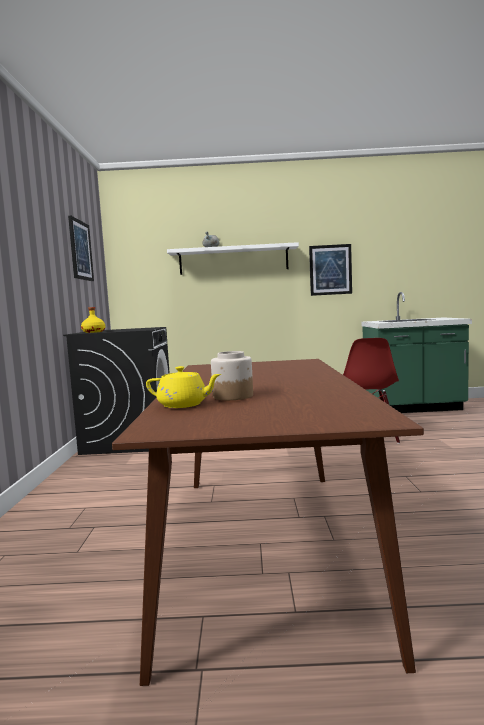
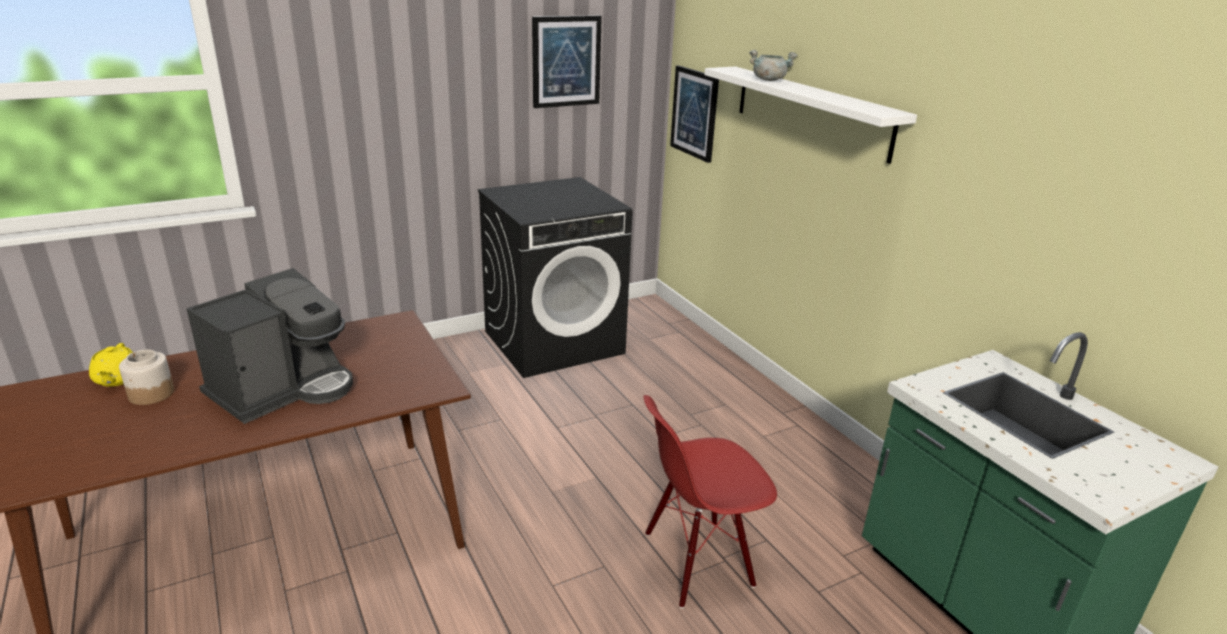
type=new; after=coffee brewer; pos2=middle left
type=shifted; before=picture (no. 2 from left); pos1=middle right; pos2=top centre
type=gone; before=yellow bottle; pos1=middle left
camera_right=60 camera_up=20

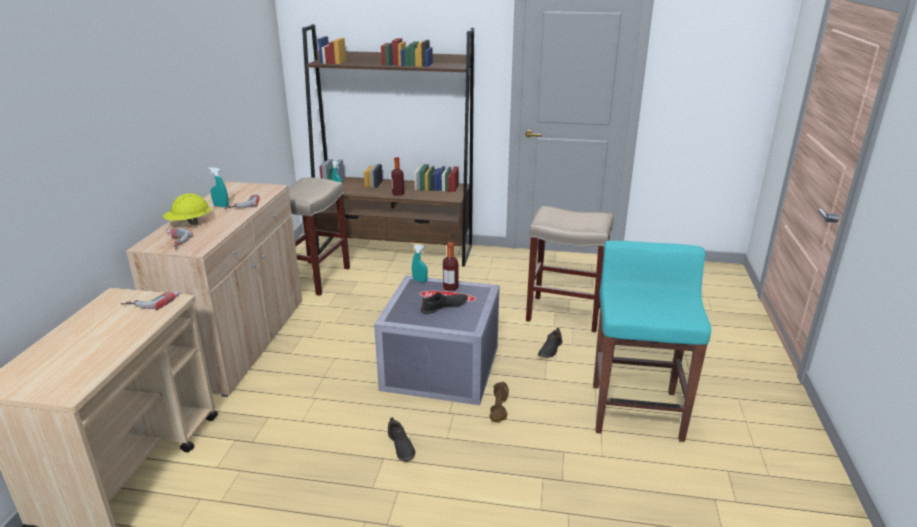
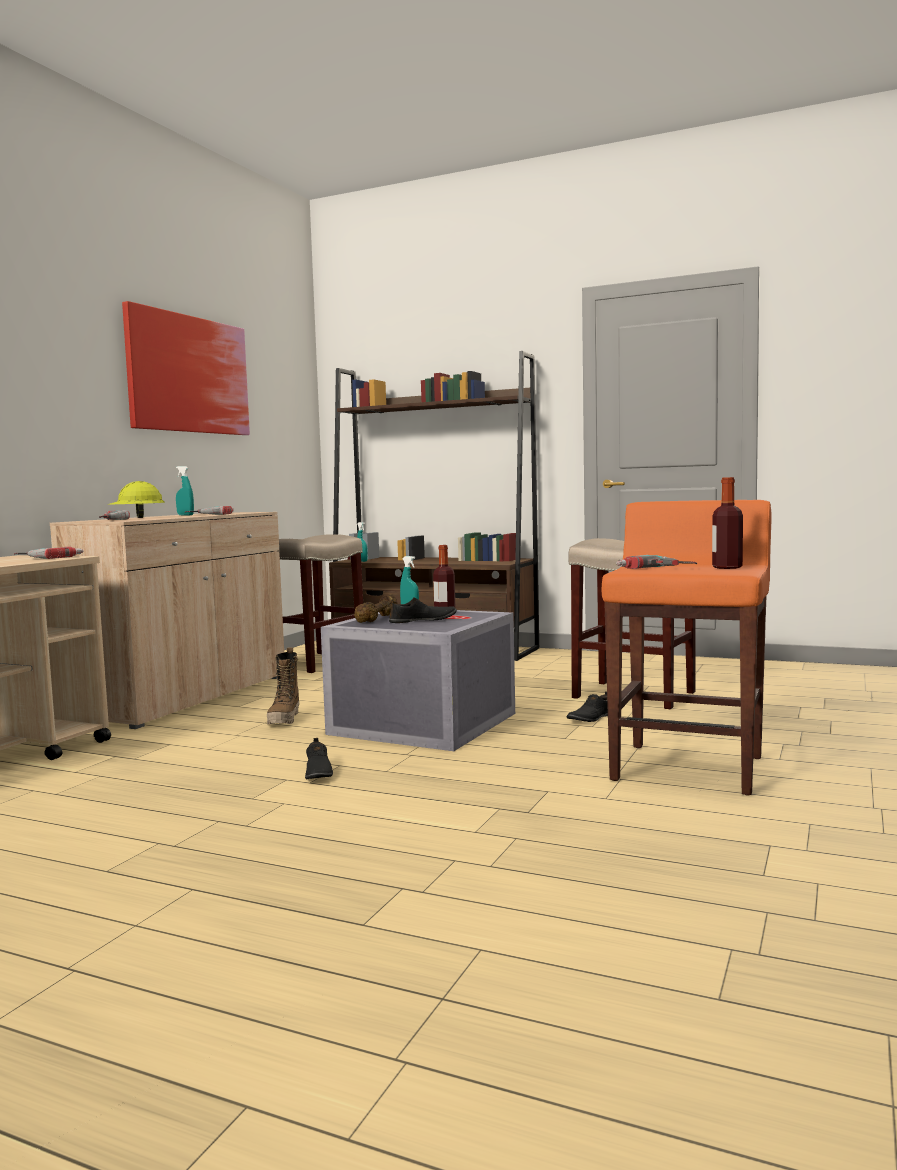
type=new; after=picture; pos2=top left
type=new; after=boot; pos2=middle left
type=shifted; before=brown dumbbell; pos1=bottom centre; pos2=centre
type=repainted; before=turquoise sitting stool; after=orange sitting stool; pos1=middle right; pos2=middle right
type=new; after=drill (no. 4 from left); pos2=middle right
type=shifted; before=bottle (no. 1 from left in the first image); after=bottle (no. 2 from left); pos1=centre; pos2=middle right
camera_right=15 camera_up=-20

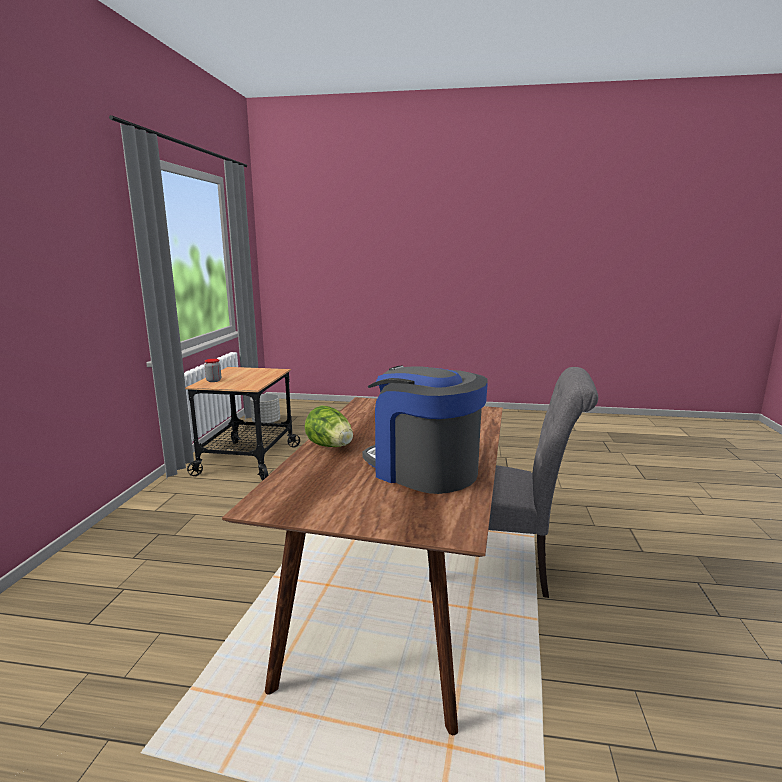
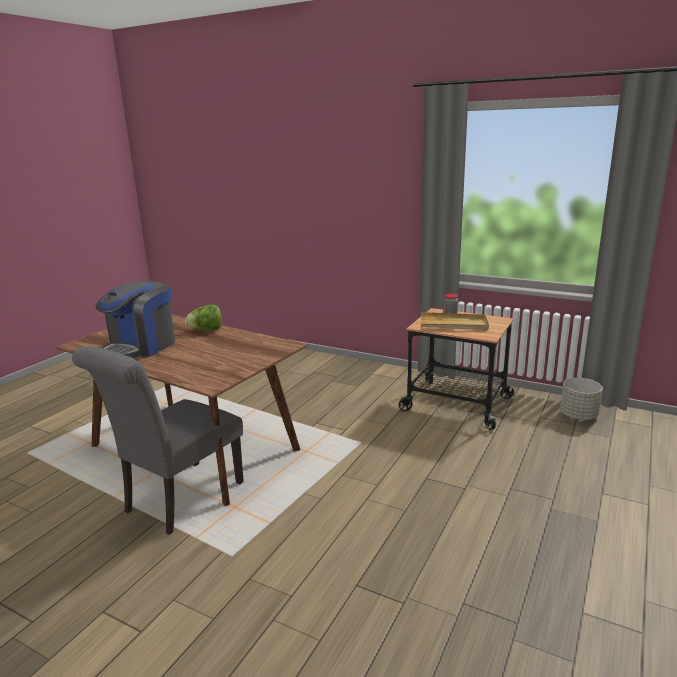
type=rotated; before=coffee brewer; pos1=centre; pos2=middle left; turn=150
type=new; after=beige-coloured serving tray; pos2=middle right
camera_right=110 camera_up=5

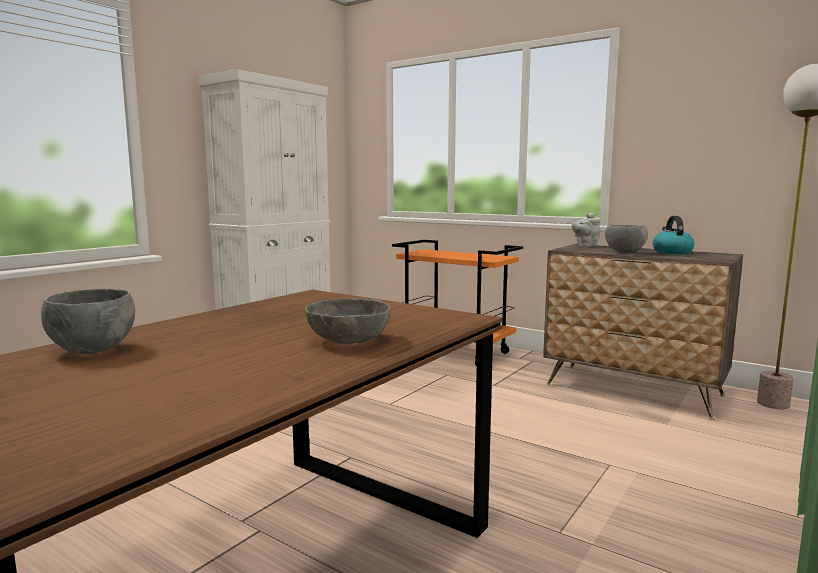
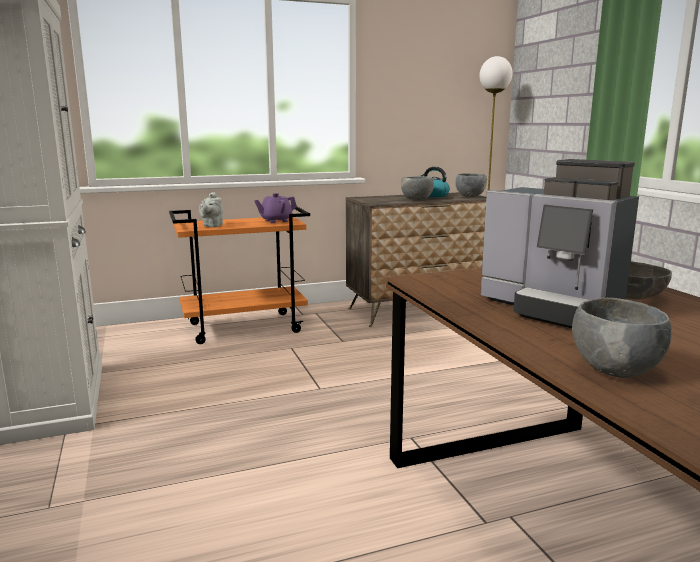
type=shifted; before=greyish pot for tea; pos1=middle right; pos2=middle left
type=new; after=purplish pot for tea; pos2=centre
type=new; after=greyish serving bowl (no. 2 from left); pos2=top right
type=new; after=coffee brewer; pos2=middle right
camera_right=-55 camera_up=5

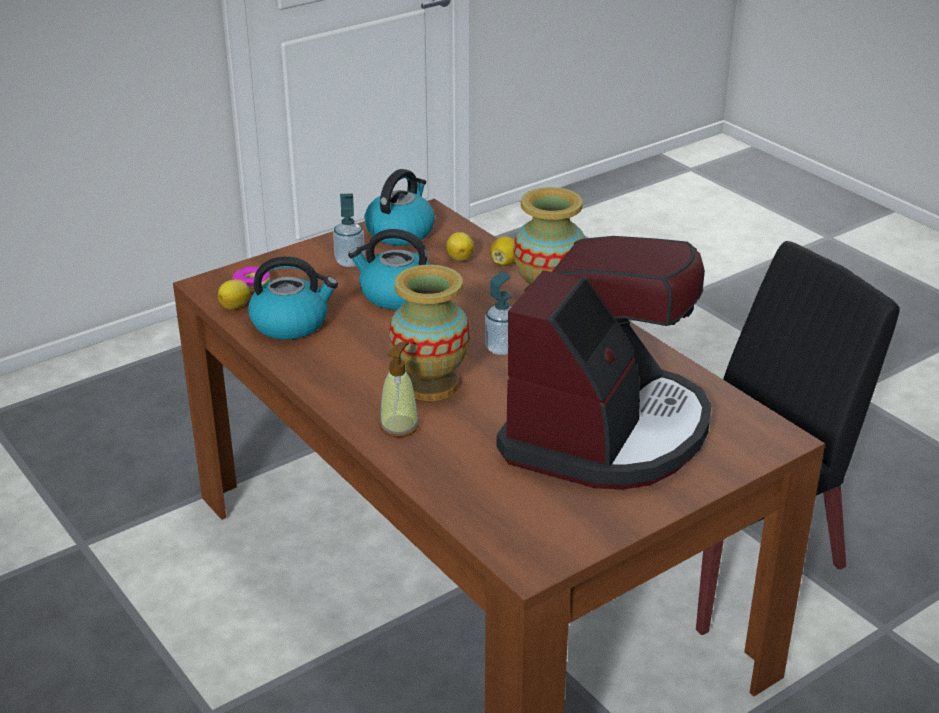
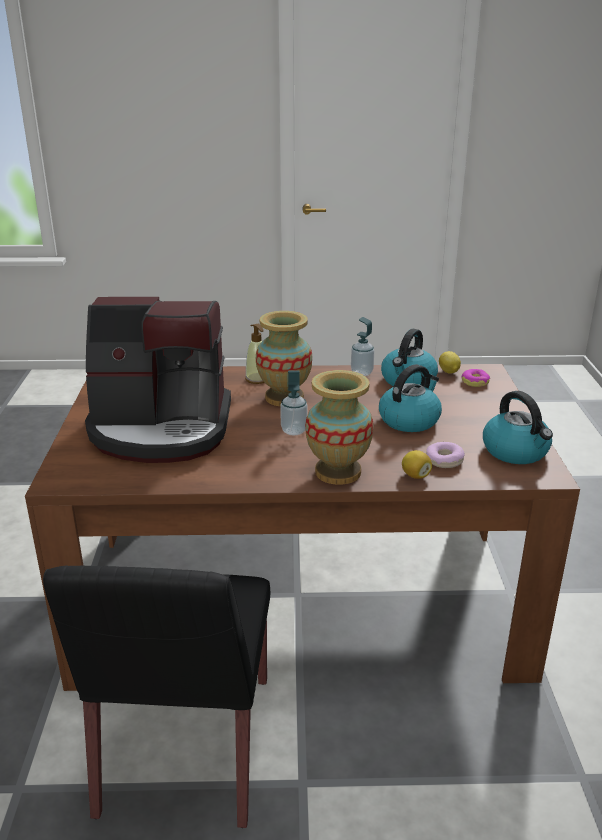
type=rotated; before=coffee brewer; pos1=centre; pos2=middle left; turn=-60
type=shifted; before=soap dispenser (no. 1 from left in the first image); after=soap dispenser (no. 3 from left); pos1=top centre; pos2=centre
type=swapped; before=citrus fruit (no. 2 from left); after=donut (no. 1 from left); pos1=centre; pos2=middle right
camera_right=125 camera_up=-5

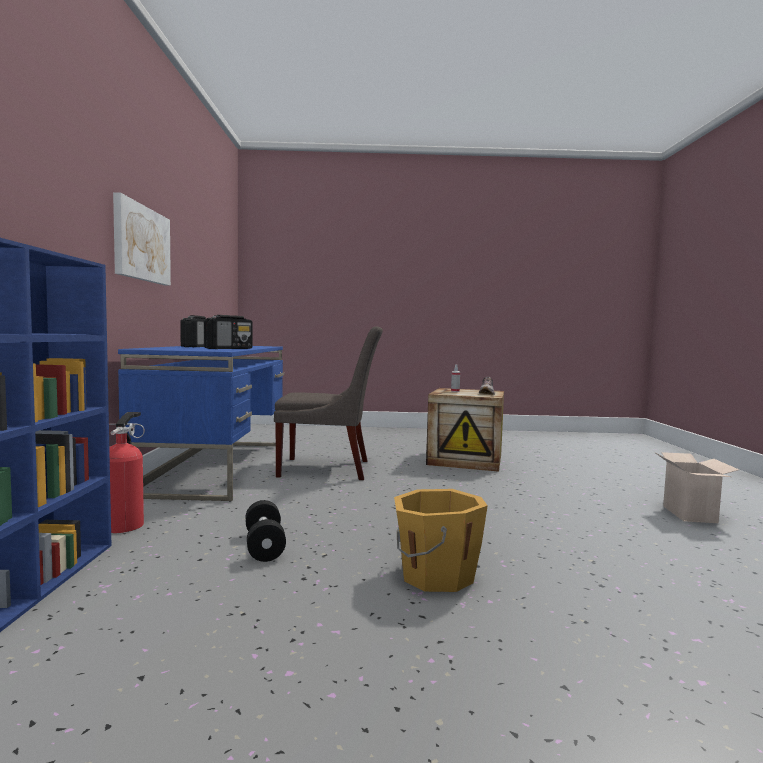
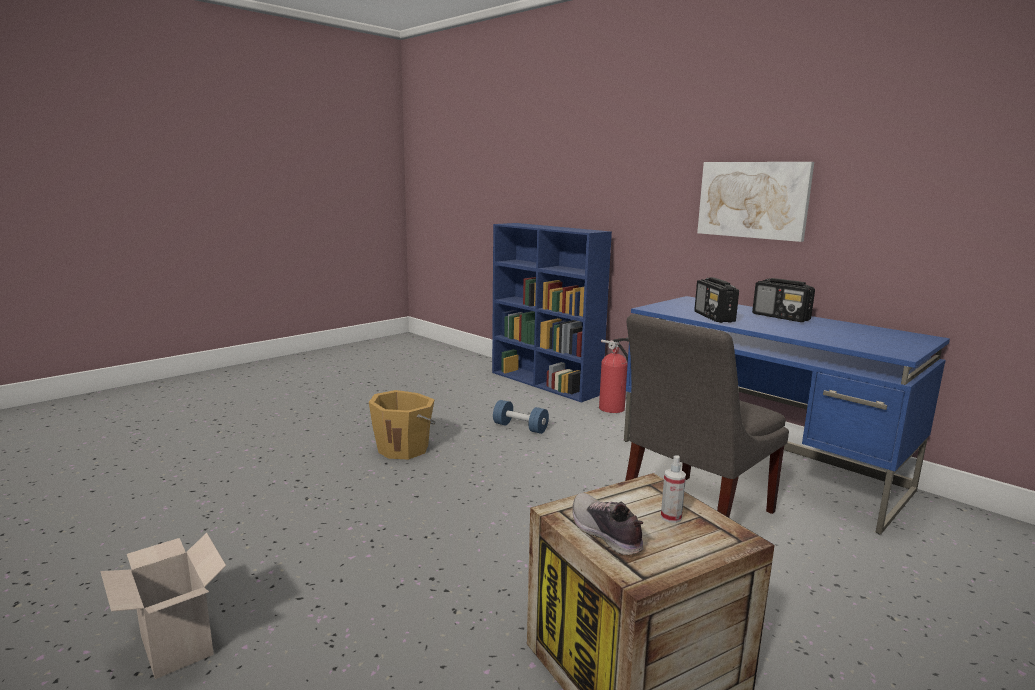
type=repainted; before=black-coloured dumbbell; after=bluish dumbbell; pos1=bottom centre; pos2=centre
camera_right=135 camera_up=10

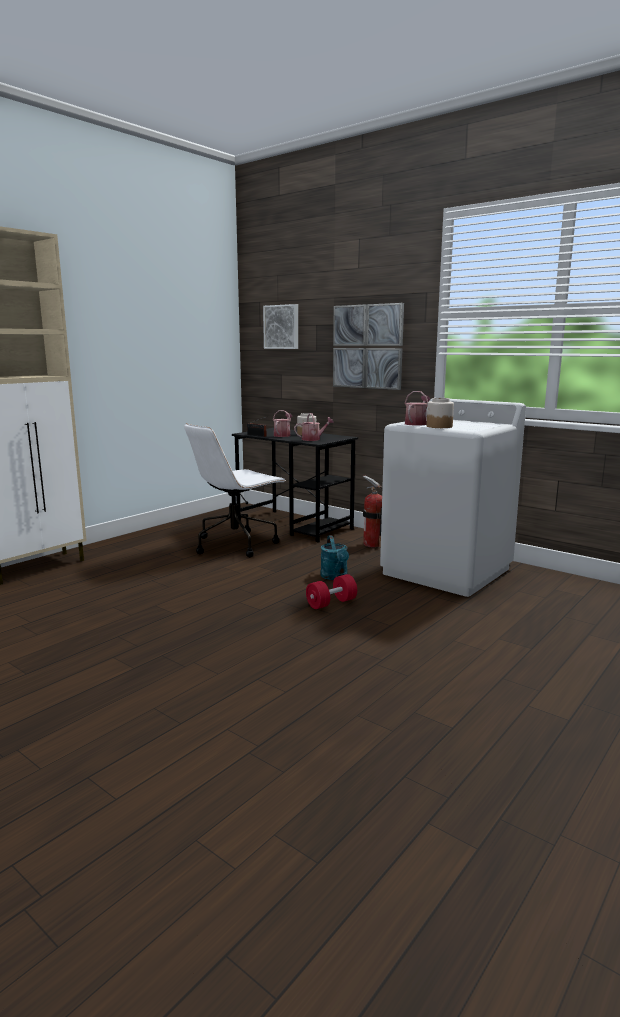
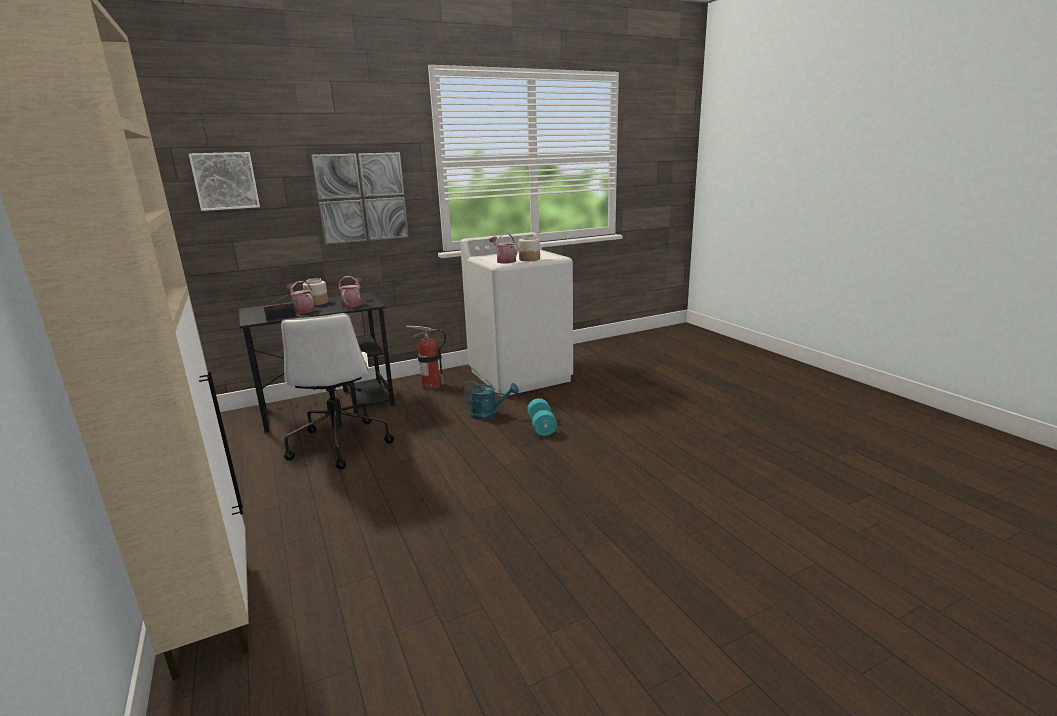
type=repainted; before=red-coloured dumbbell; after=turquoise dumbbell; pos1=centre; pos2=centre
camera_right=-65 camera_up=5

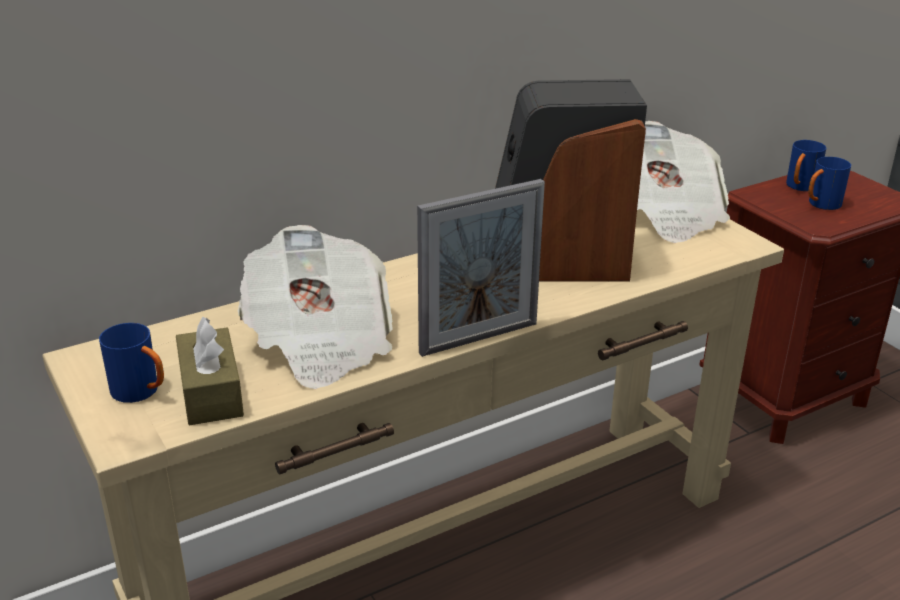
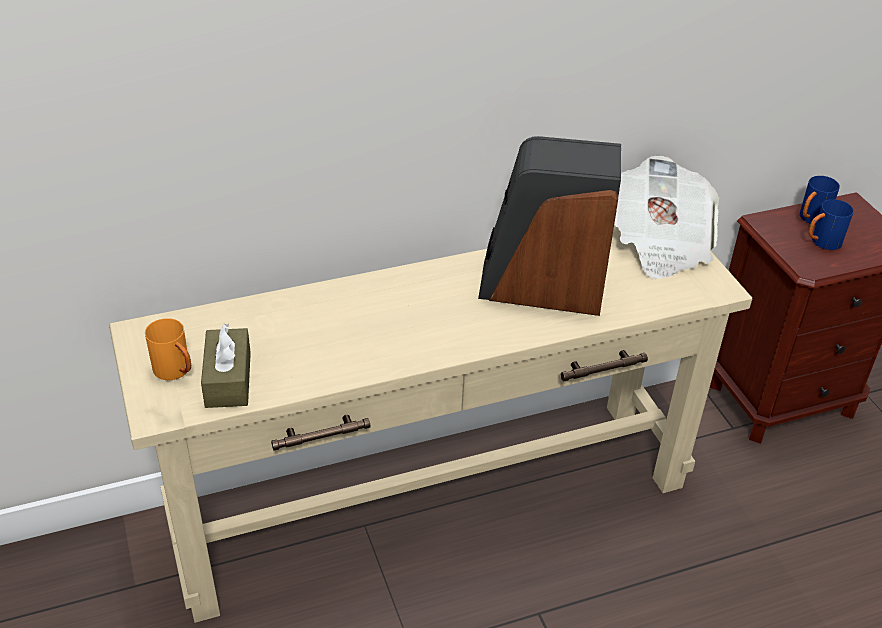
type=repainted; before=bluish mug (no. 1 from left); after=orange mug; pos1=middle left; pos2=middle left
type=gone; before=printed paper (no. 1 from left); pos1=centre
type=gone; before=photo frame; pos1=centre
camera_right=10 camera_up=10

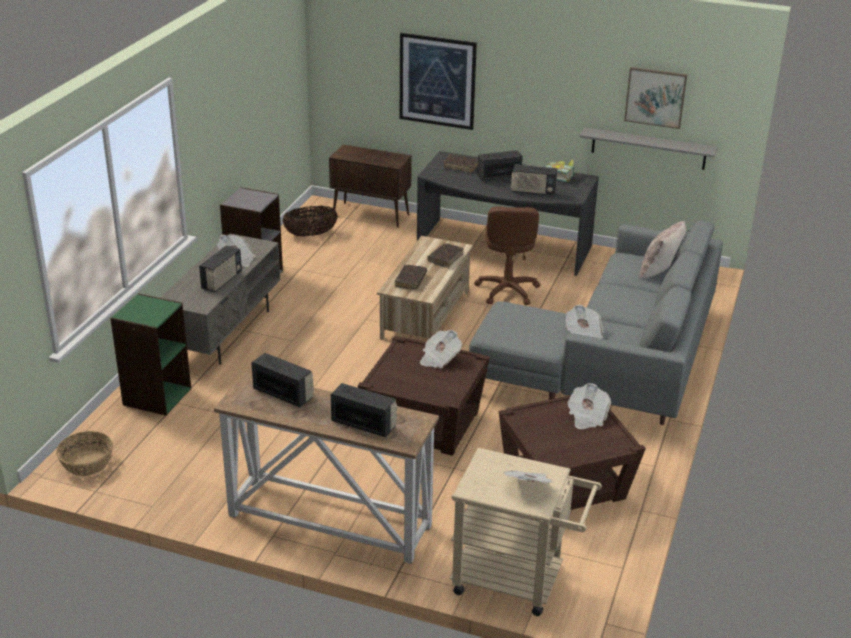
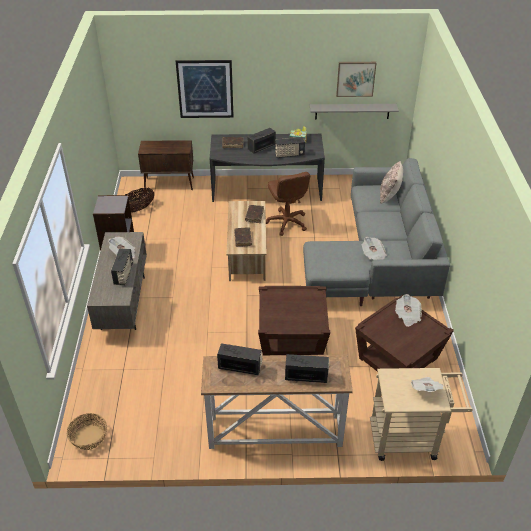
type=gone; before=green shelving unit; pos1=middle left
type=gone; before=printed paper (no. 2 from left); pos1=centre
camera_right=-20 camera_up=10

